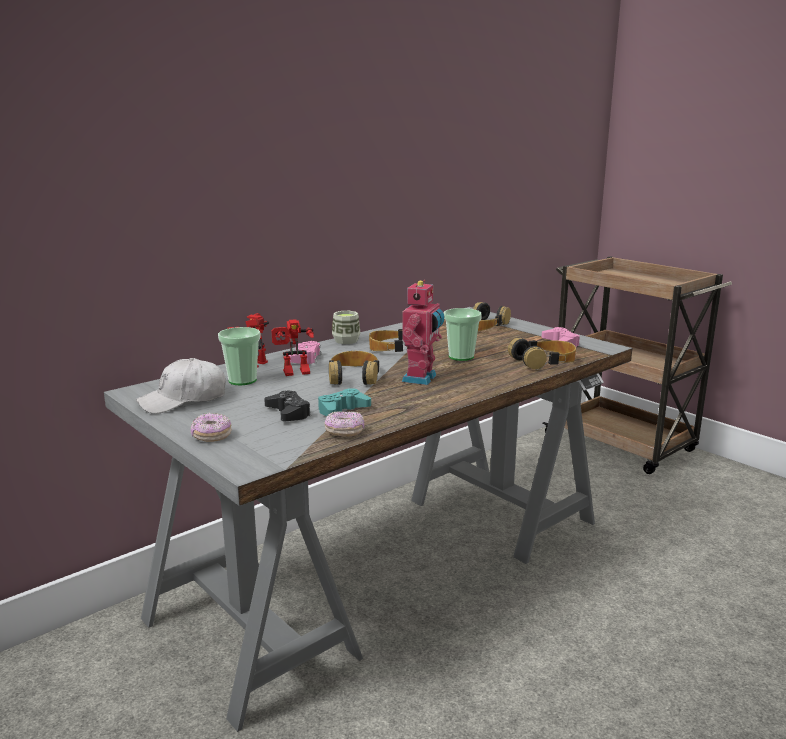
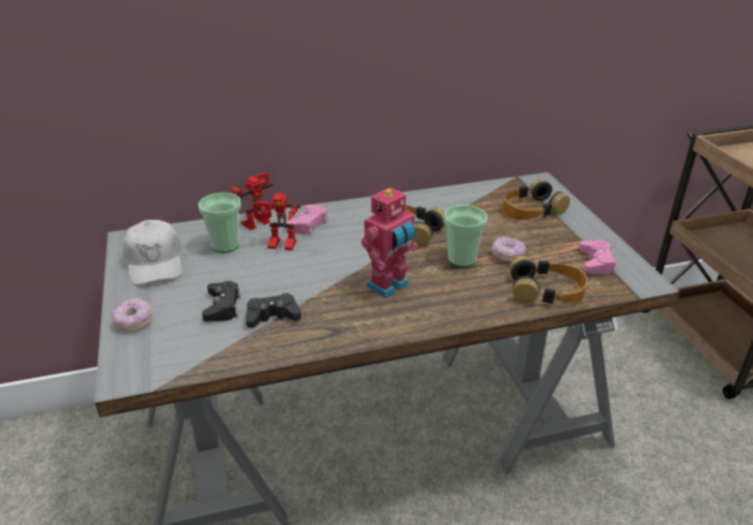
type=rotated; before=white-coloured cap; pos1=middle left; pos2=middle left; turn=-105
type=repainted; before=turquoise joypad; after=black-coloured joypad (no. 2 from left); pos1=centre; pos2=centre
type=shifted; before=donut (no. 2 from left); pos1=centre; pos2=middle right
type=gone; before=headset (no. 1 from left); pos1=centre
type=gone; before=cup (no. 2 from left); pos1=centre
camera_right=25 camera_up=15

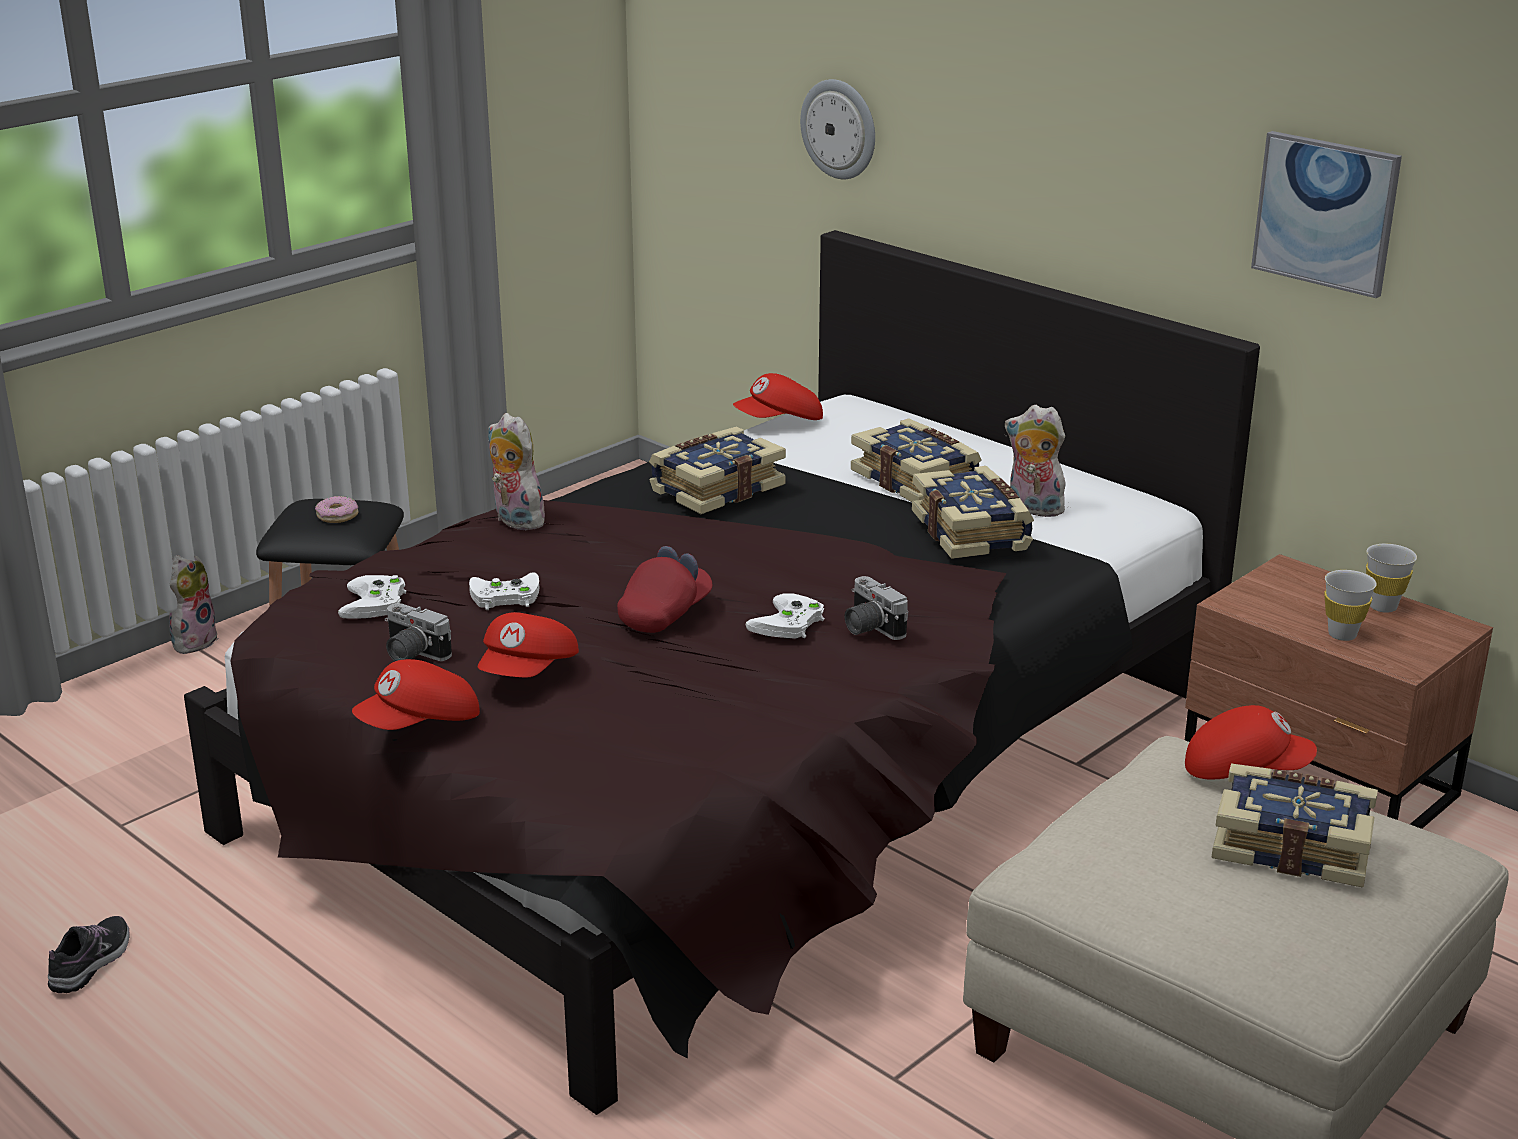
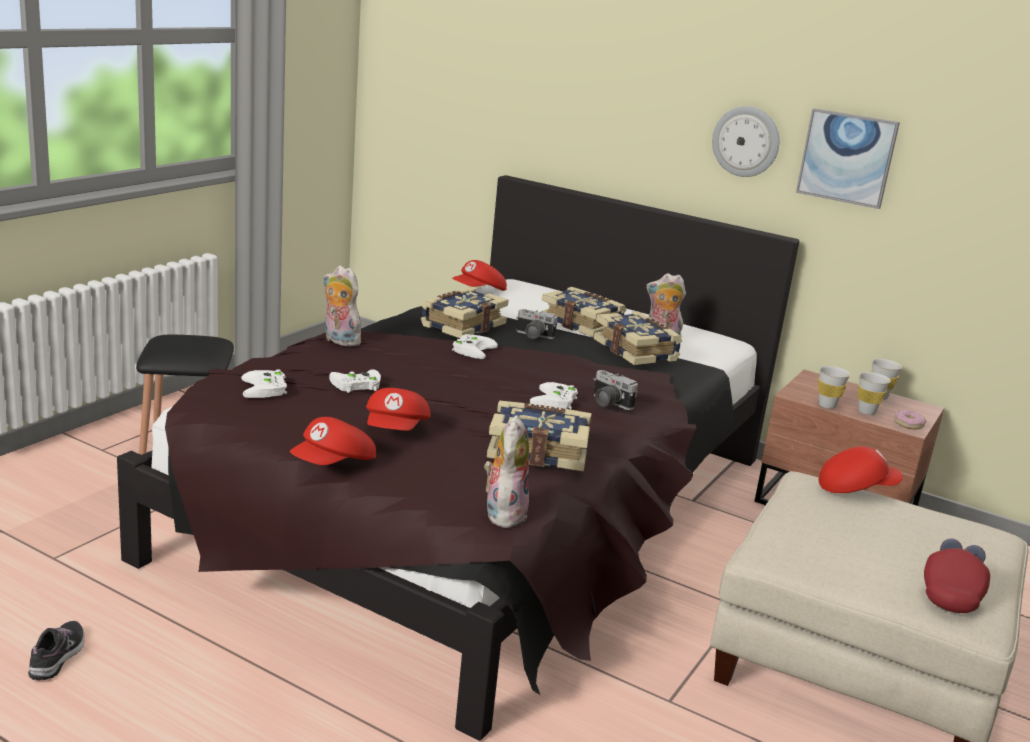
type=new; after=white-coloured joypad (no. 3 from left); pos2=centre
type=shifted; before=soft toy (no. 1 from left in the first image); after=soft toy (no. 2 from left); pos1=middle left; pos2=centre
type=shifted; before=volume (no. 4 from left in the first image); after=volume (no. 2 from left); pos1=bottom right; pos2=centre
type=shifted; before=still camera (no. 1 from left); pos1=middle left; pos2=centre
type=shifted; before=wall clock; pos1=top centre; pos2=top right
type=new; after=white-coloured cup (no. 1 from left); pos2=middle right
type=shifted; before=donut; pos1=middle left; pos2=middle right
type=shifted; before=red-coloured cap (no. 3 from left in the first image); after=red-coloured cap (no. 5 from left); pos1=centre; pos2=bottom right
camera_right=-15 camera_up=-5

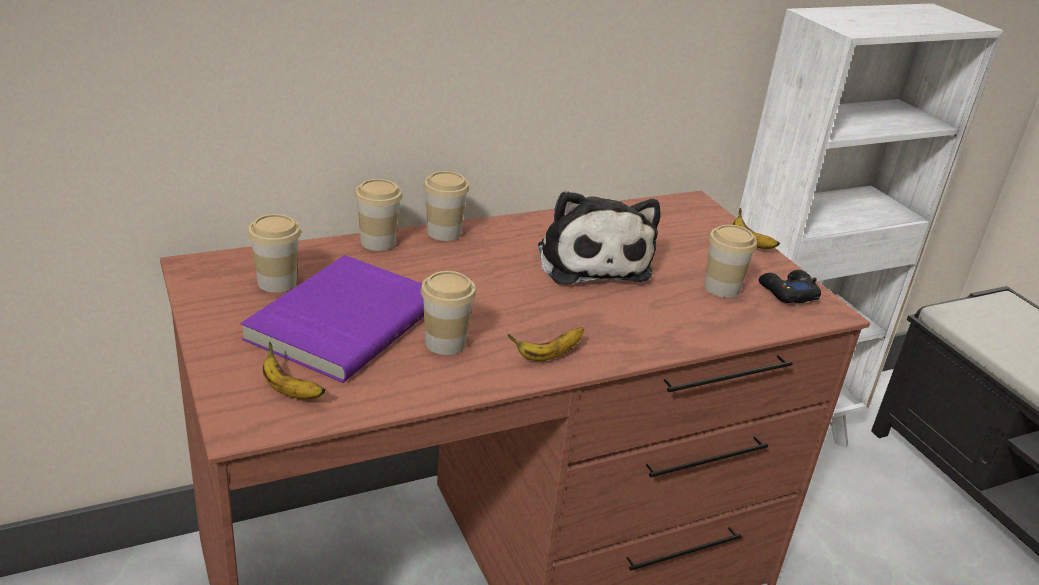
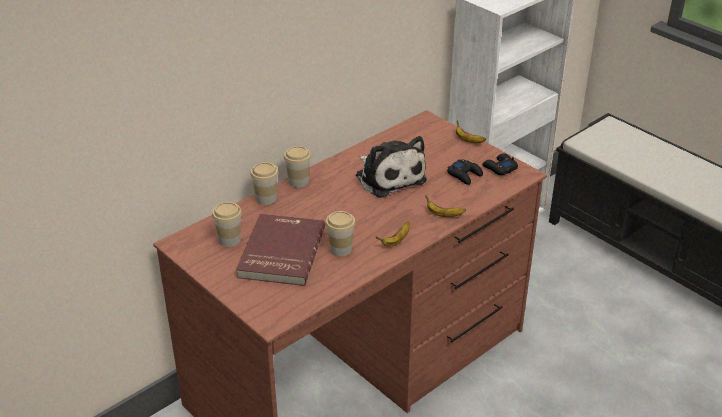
type=repainted; before=purplish volume; after=red-coloured volume; pos1=middle left; pos2=centre
type=shifted; before=banana (no. 1 from left in the first image); after=banana (no. 2 from left); pos1=middle left; pos2=centre
type=swapped; before=cup (no. 5 from left); after=black-coloured joypad (no. 1 from left); pos1=middle right; pos2=centre
camera_right=-15 camera_up=5

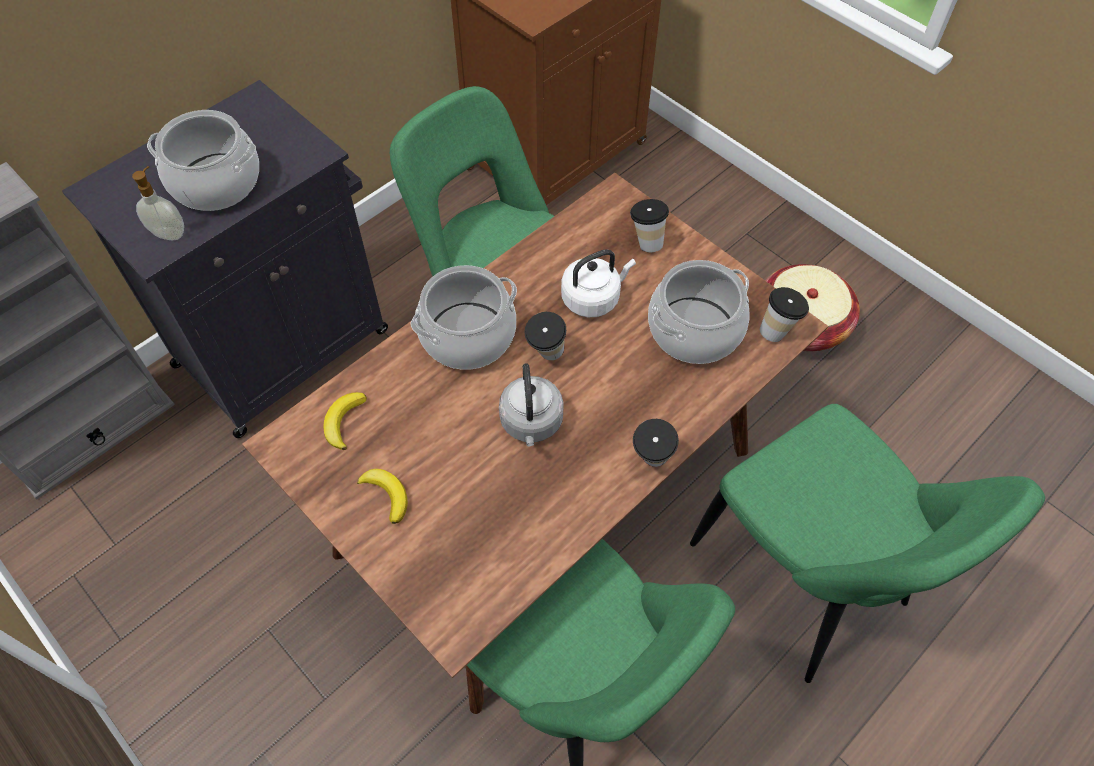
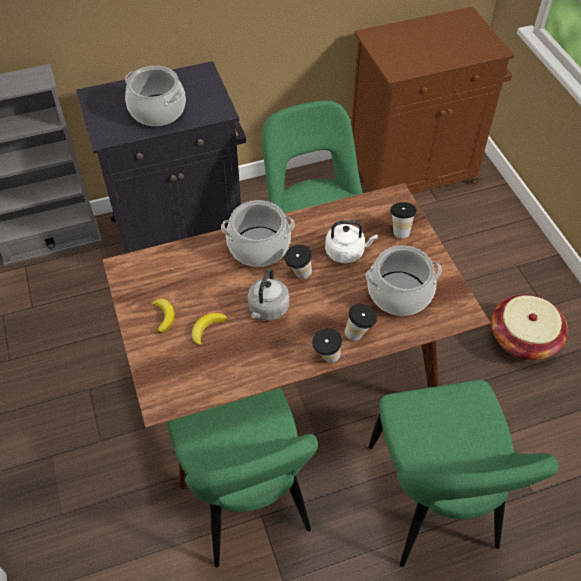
type=shifted; before=banana (no. 1 from left in the first image); after=banana (no. 2 from left); pos1=middle left; pos2=centre
type=shifted; before=cup (no. 4 from left in the first image); after=cup (no. 3 from left); pos1=middle right; pos2=centre
type=gone; before=soap dispenser; pos1=top left
camera_right=25 camera_up=-5

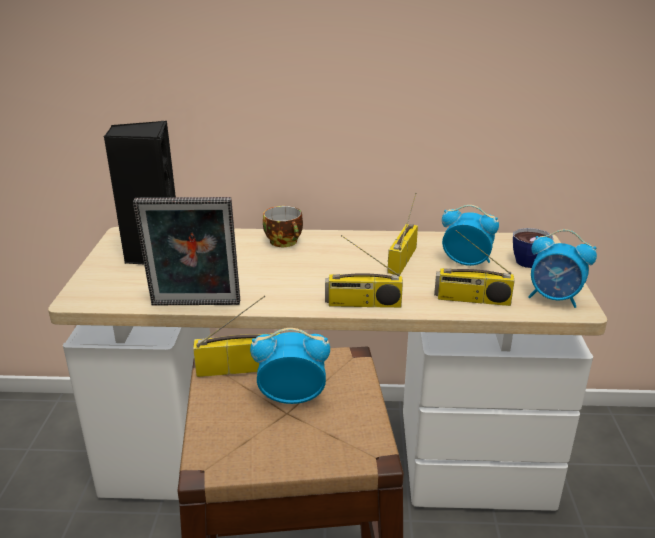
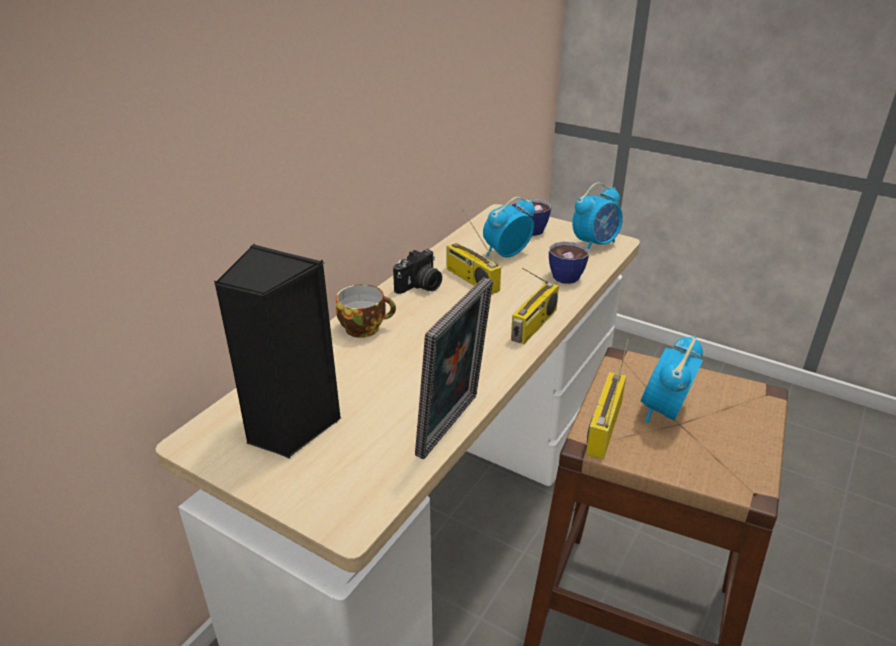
type=new; after=still camera; pos2=centre
type=swapped; before=radio set (no. 4 from left); after=cup (no. 3 from left); pos1=middle right; pos2=centre
camera_right=-60 camera_up=5

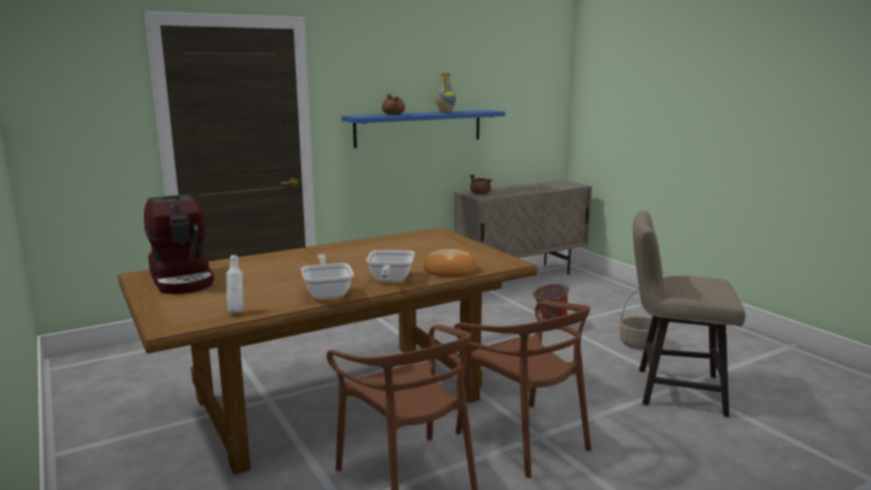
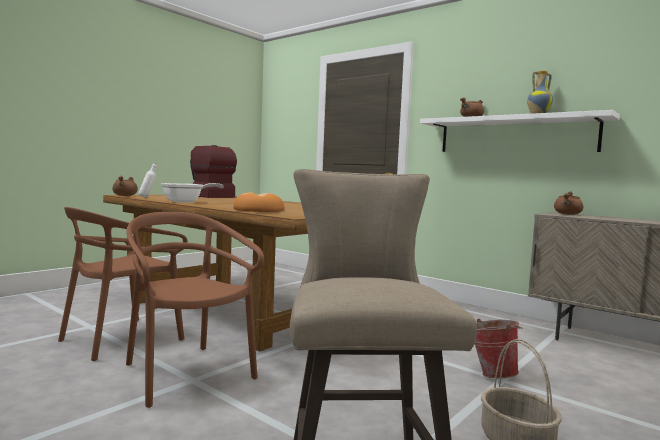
type=new; after=brown saucepot (no. 1 from left); pos2=middle left
type=rotated; before=brown plain chair (no. 2 from left); pos1=bottom centre; pos2=bottom left; turn=105
type=rotated; before=coffee brewer; pos1=middle left; pos2=middle left; turn=90
type=repainted; before=bluish wall shelf; after=white-coloured wall shelf; pos1=top centre; pos2=top right
type=gone; before=skillet (no. 2 from left); pos1=centre
camera_right=70 camera_up=-10

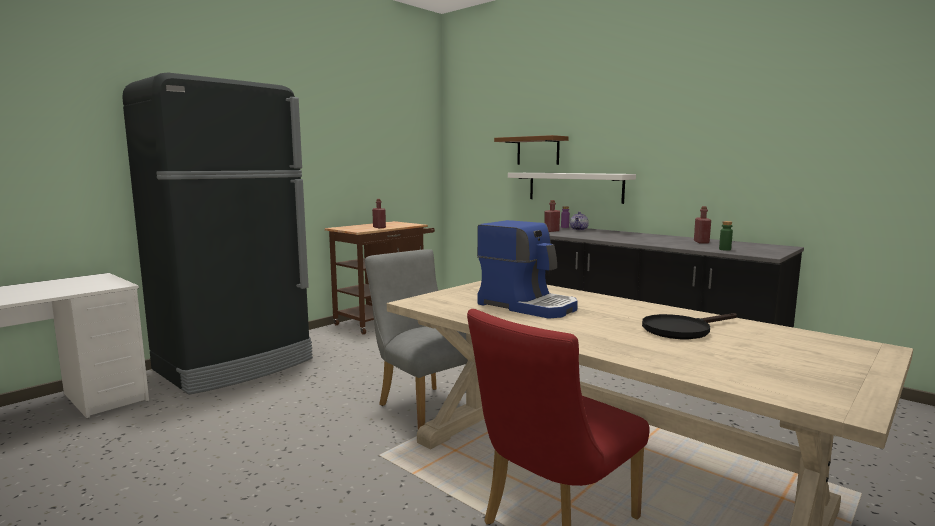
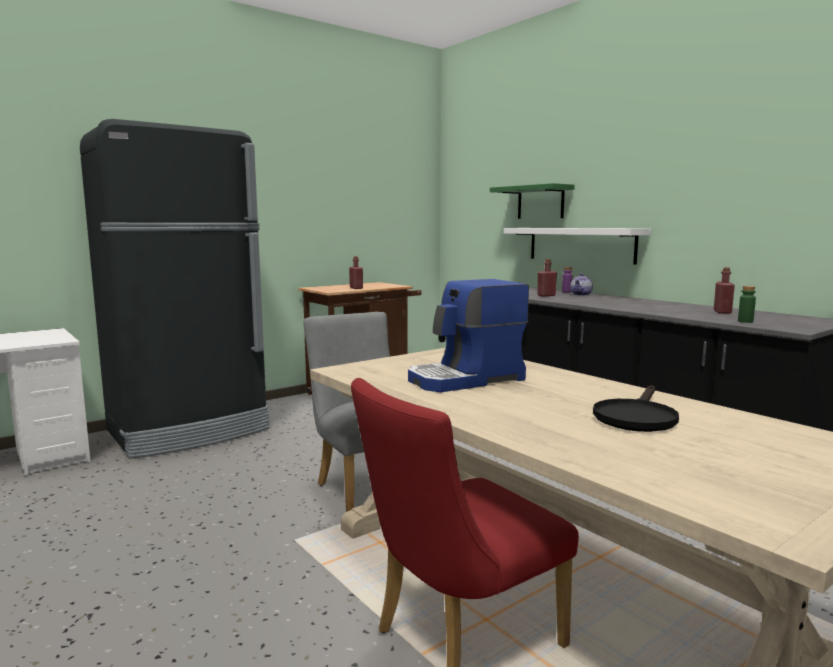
type=rotated; before=coffee brewer; pos1=centre; pos2=centre; turn=105
type=repainted; before=brown wall shelf; after=green wall shelf; pos1=top centre; pos2=top centre
type=rotated; before=black-coloured skillet; pos1=middle right; pos2=middle right; turn=-45
camera_right=10 camera_up=0

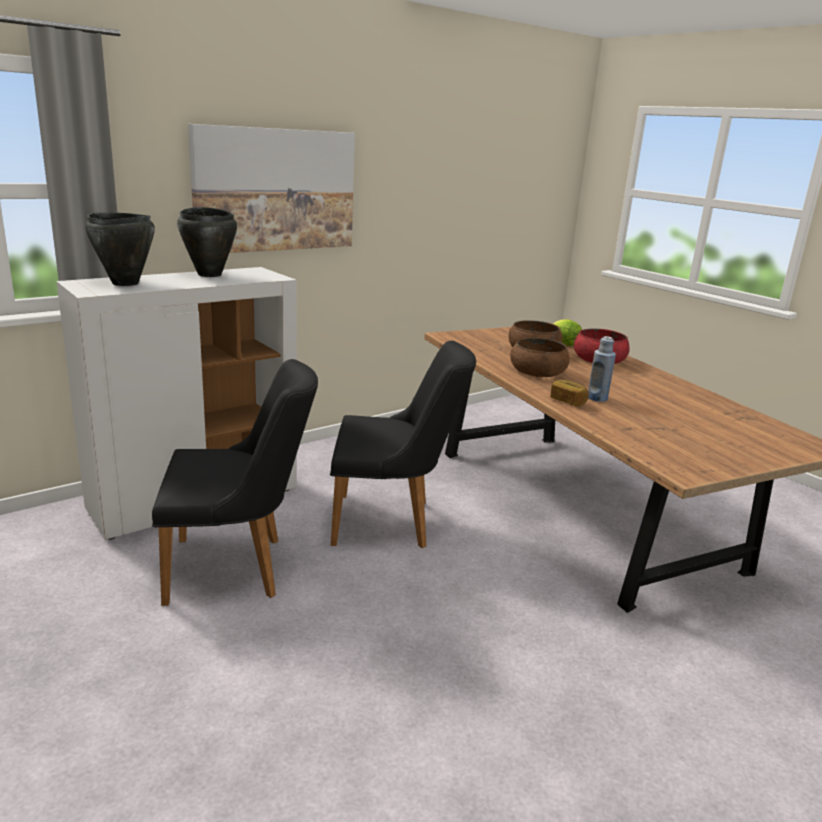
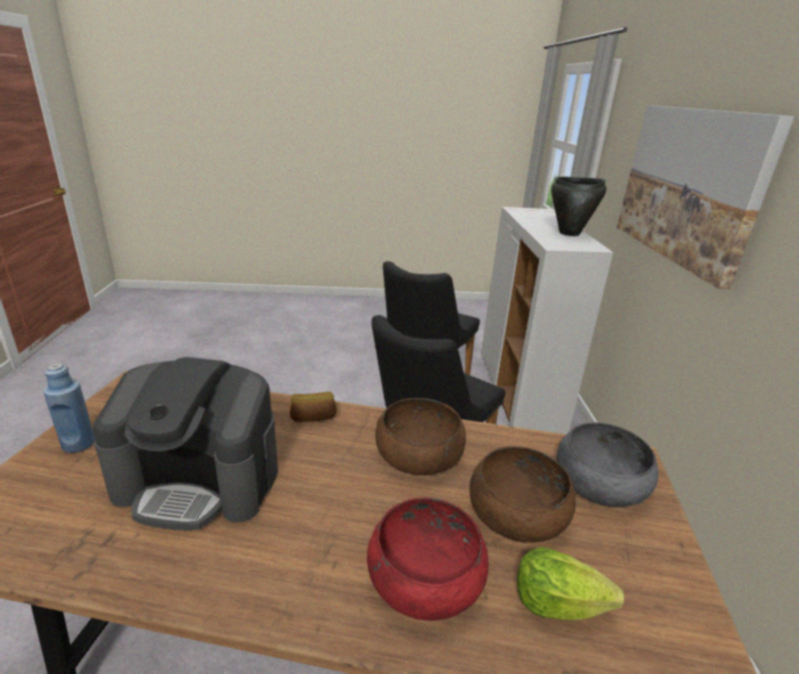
type=shifted; before=bluish bottle; pos1=middle right; pos2=middle left
type=new; after=coffee brewer; pos2=middle left
type=new; after=greyish serving bowl; pos2=bottom right
type=gone; before=black-coloured saucepot (no. 1 from left); pos1=top left
camera_right=125 camera_up=5

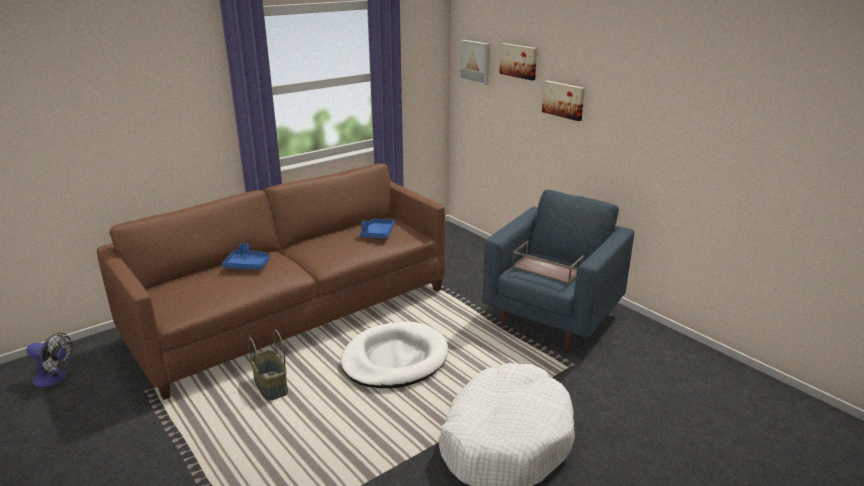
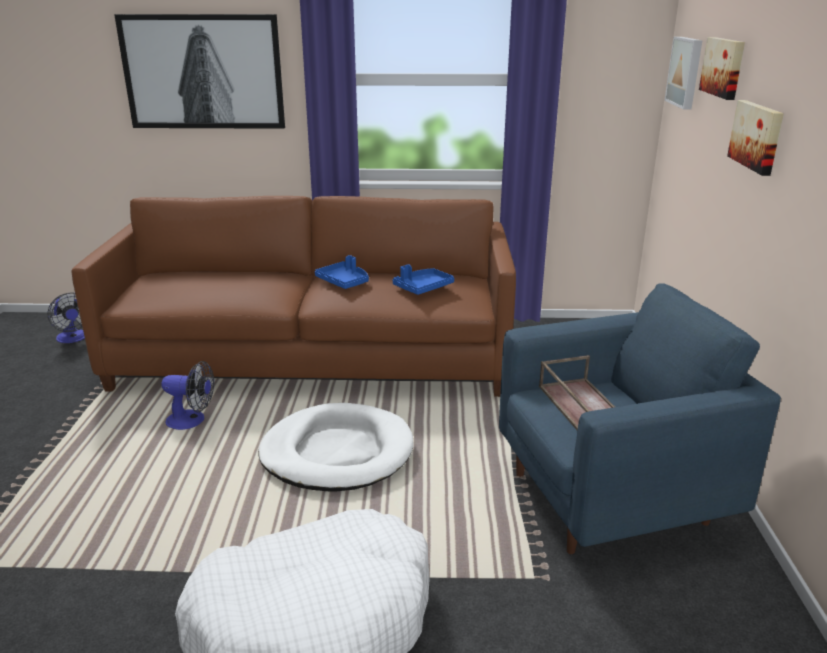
type=new; after=picture (no. 1 from left); pos2=top left
type=swapped; before=basket; after=fan (no. 2 from left); pos1=bottom left; pos2=middle left
type=shifted; before=bluish serving tray (no. 1 from left); pos1=middle left; pos2=centre
camera_right=40 camera_up=0

